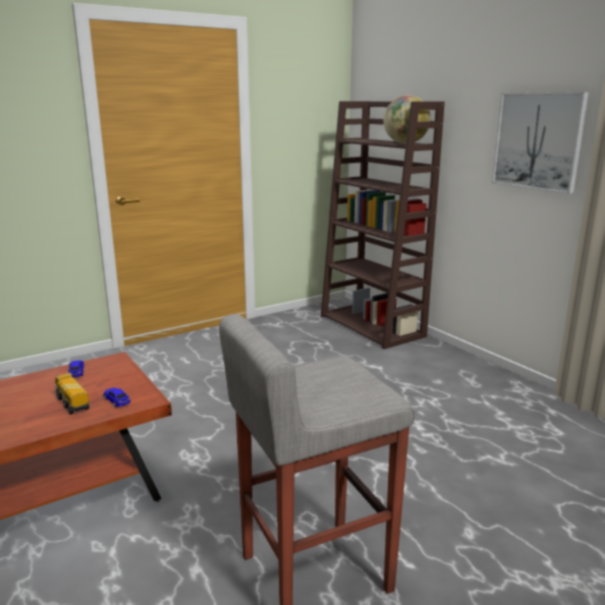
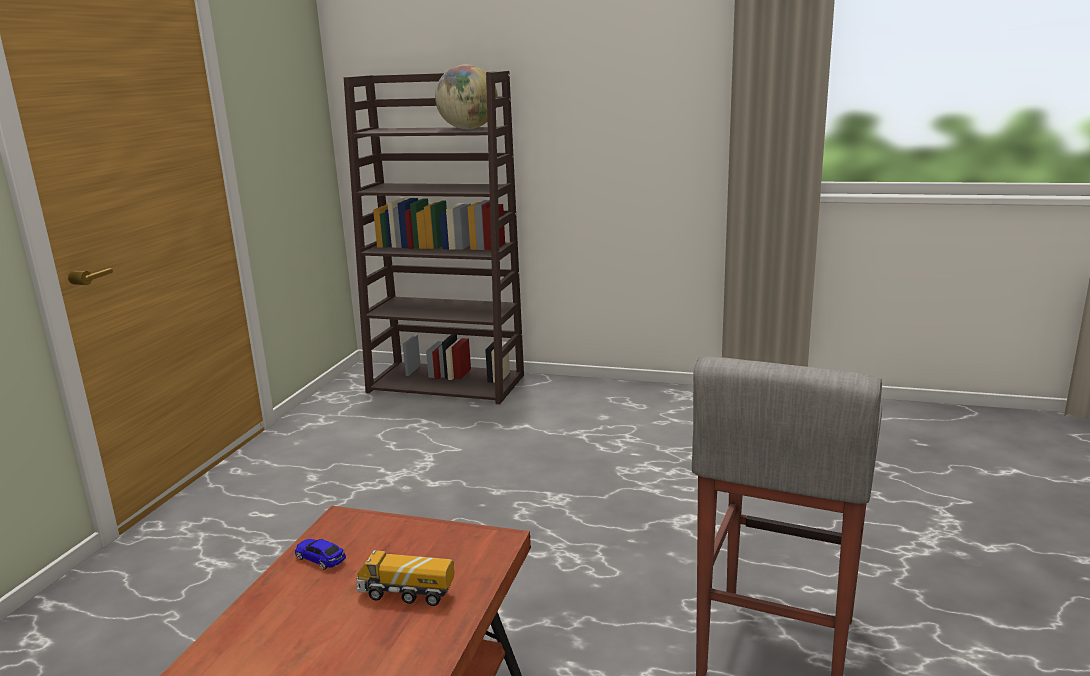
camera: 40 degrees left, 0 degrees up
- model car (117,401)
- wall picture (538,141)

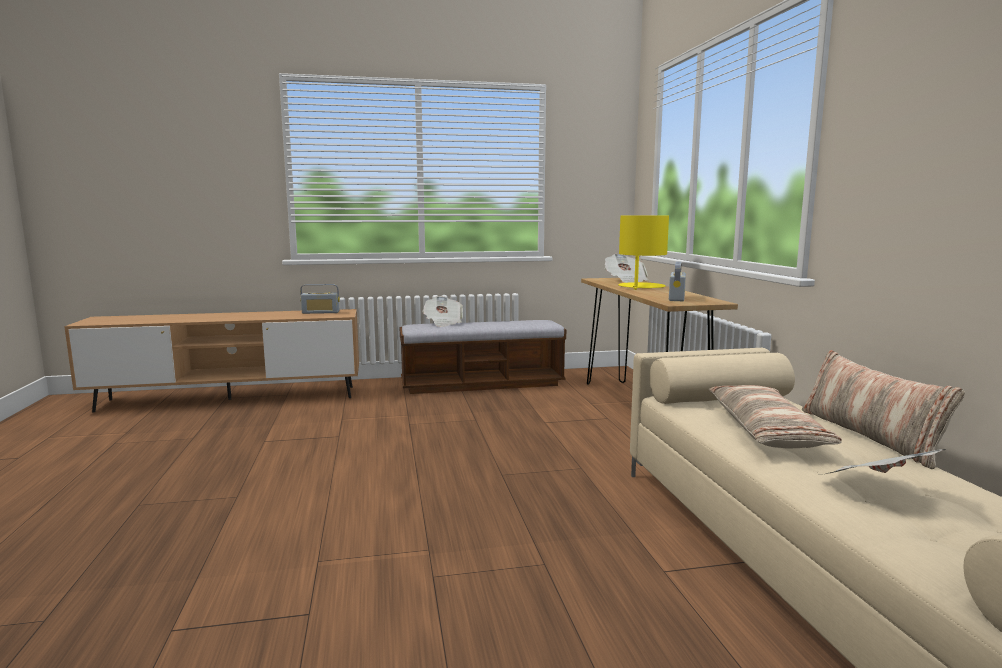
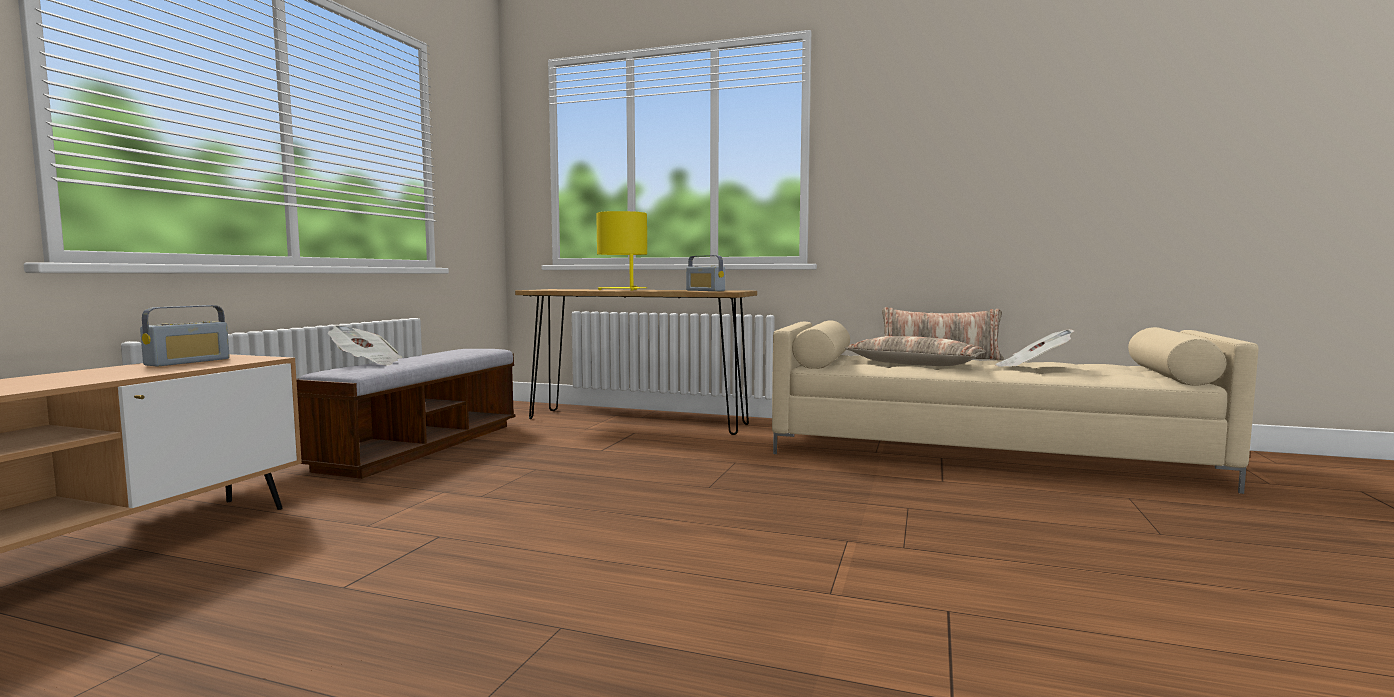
camera: 60 degrees left, 5 degrees down
- newspaper (625,281)

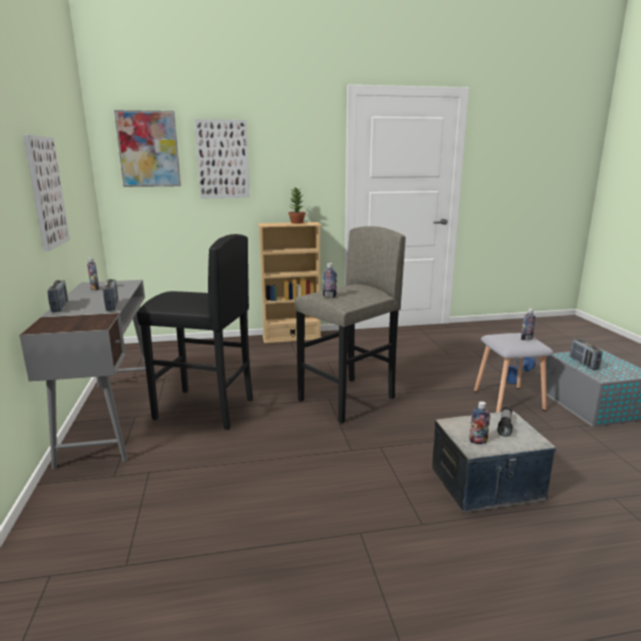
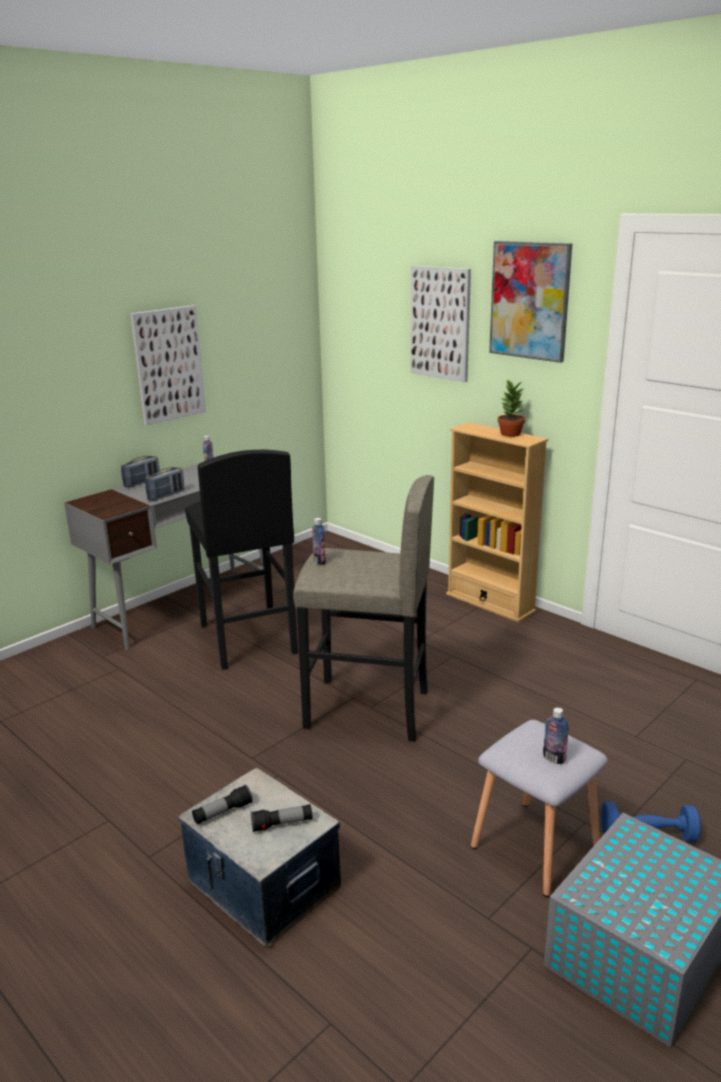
camera: 55 degrees right, 5 degrees up
~ bottle (478,441) to torch (223,812)
~ wall picture (148,149) to (529,301)
- radio receiver (583,363)

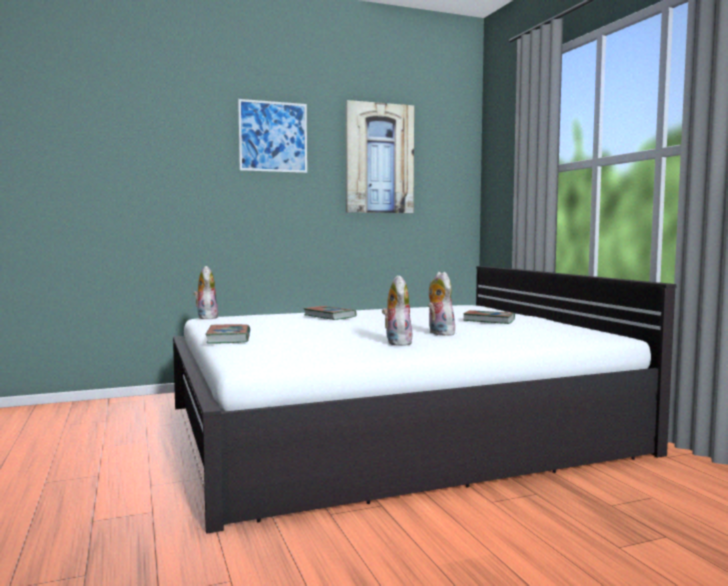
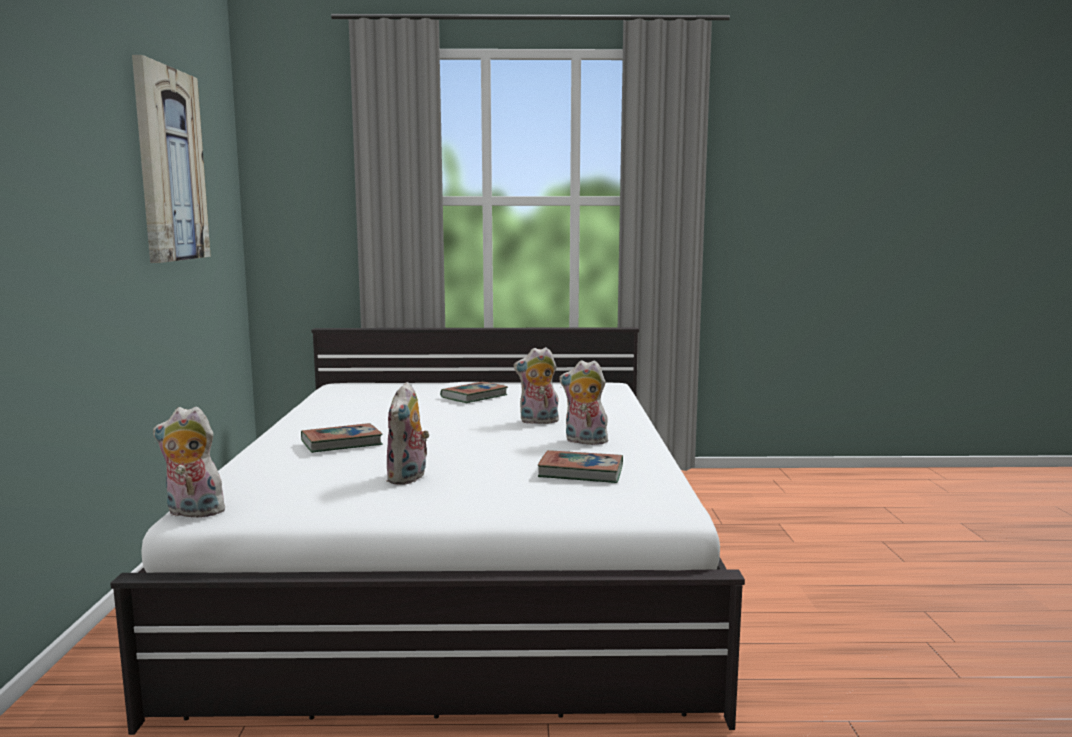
camera: 70 degrees left, 5 degrees up
+ plush toy (408,478)
~ book (229,338) to (581,472)
- wall picture (273,137)

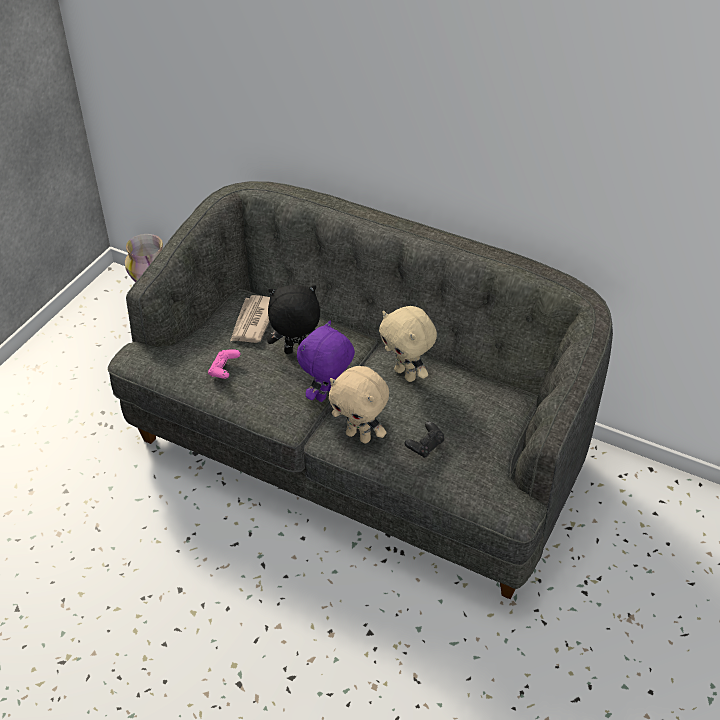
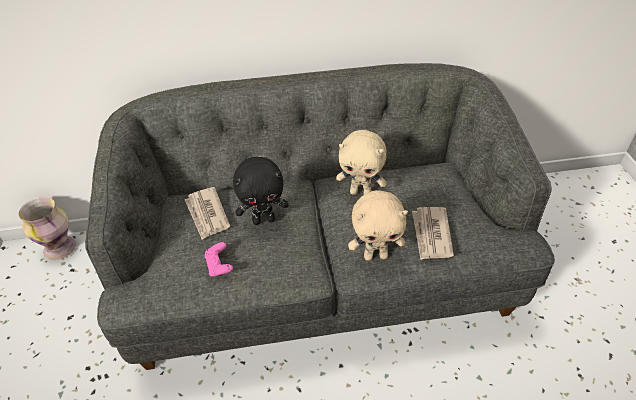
camera: 35 degrees left, 0 degrees up
~ plush toy/black (296,352) = (264,220) 150 degrees counterclockwise
~ game controller/black (425,446) to newspaper (431,234)
- plush toy/purplish (327,395)

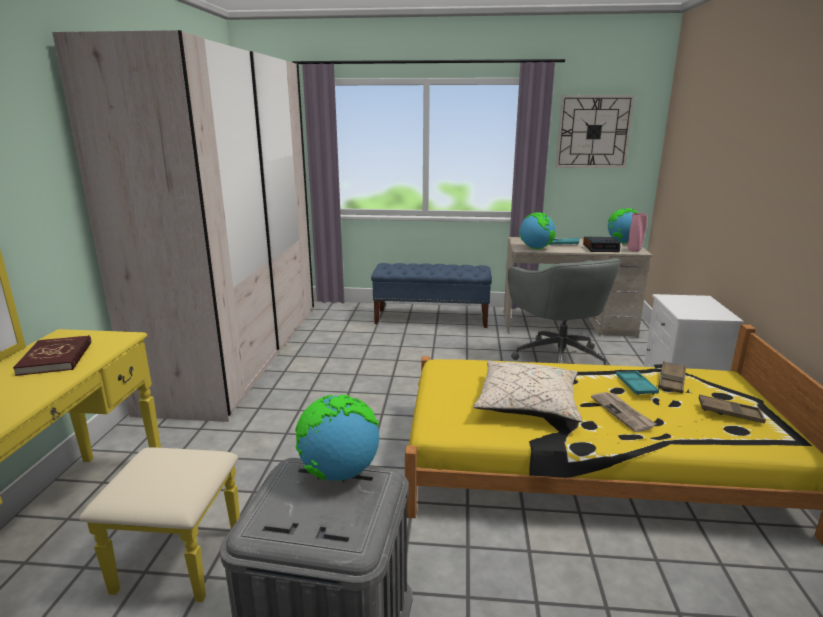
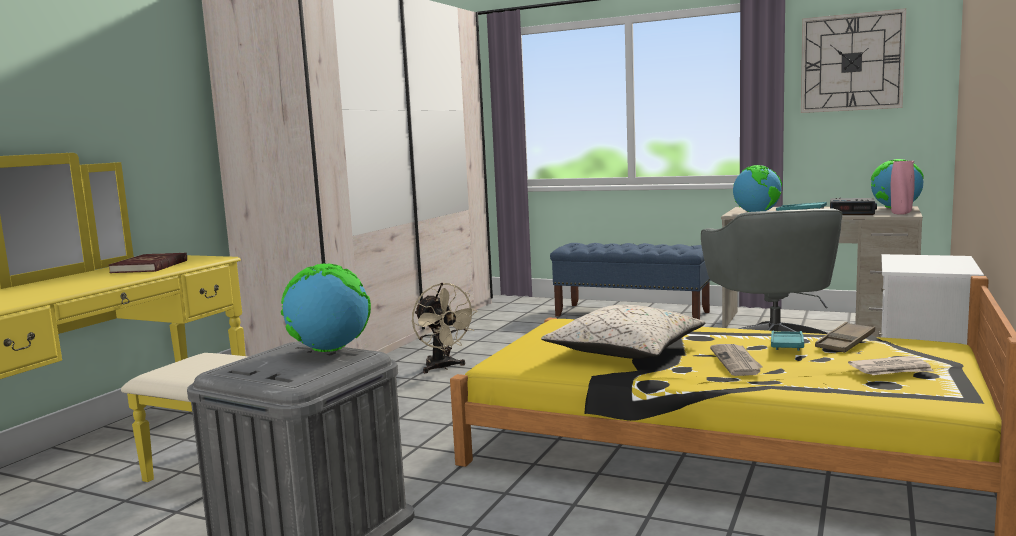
camera: 20 degrees right, 10 degrees down
+ fan/beige-coloured (443,367)
~ serving tray/brown-coloured (729,413) to newspaper (891,370)

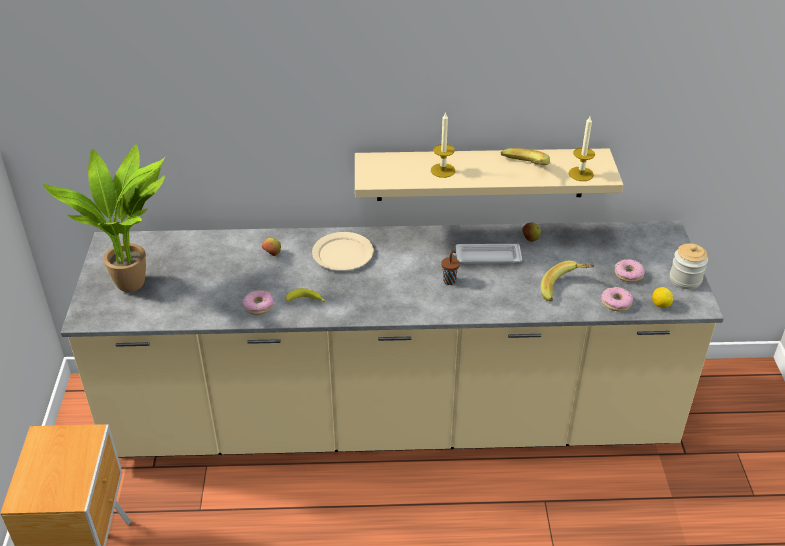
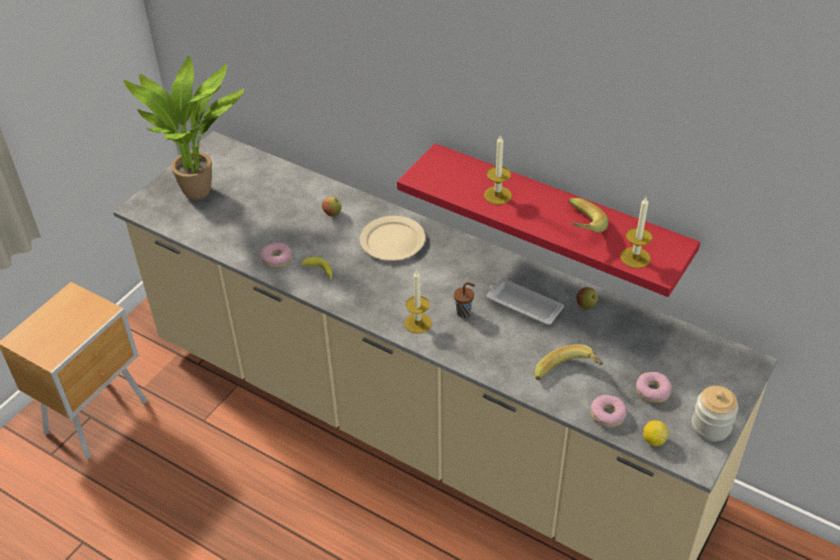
camera: 35 degrees right, 5 degrees up
~ bracket shelf/beige-coloured (480,174) to bracket shelf/red (558,214)
+ wax light (418,323)

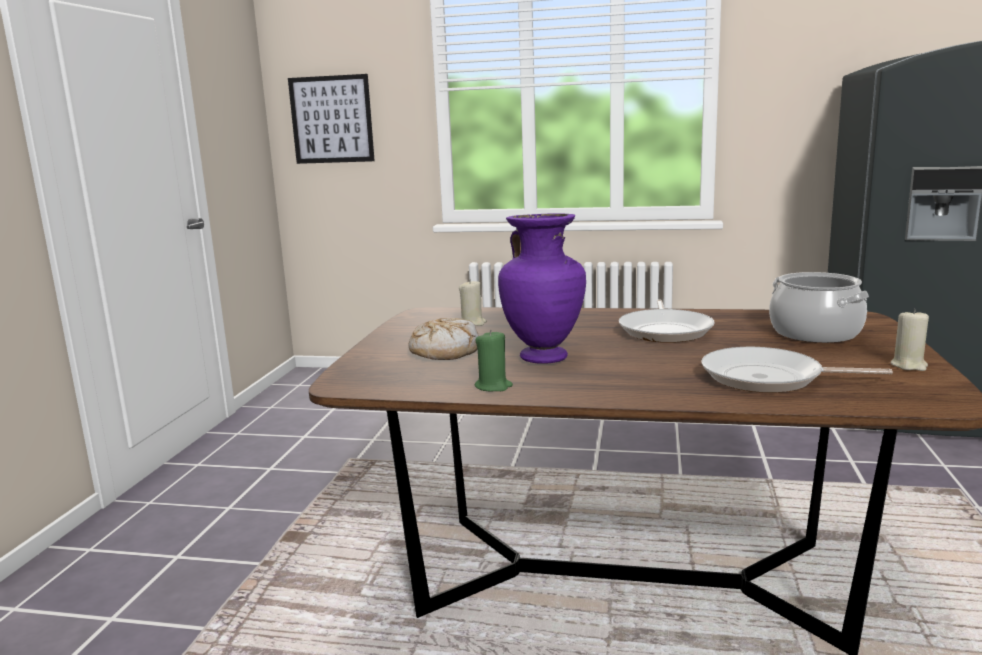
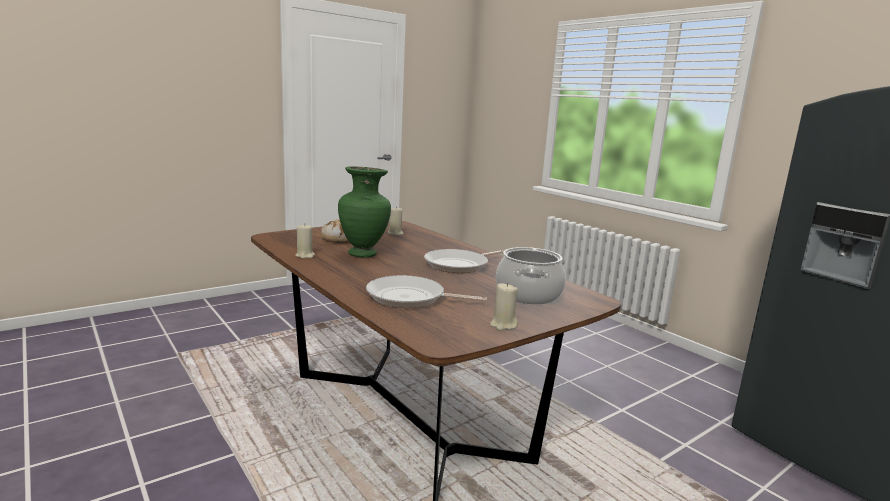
camera: 40 degrees right, 0 degrees up
~ wax light/greenish (493,386) to wax light/beige-coloured (305,255)
~ vase/purplish (544,358) to vase/greenish (364,254)
~ frying pan (769,378) = (410,298) 45 degrees counterclockwise
- wall picture (331,119)

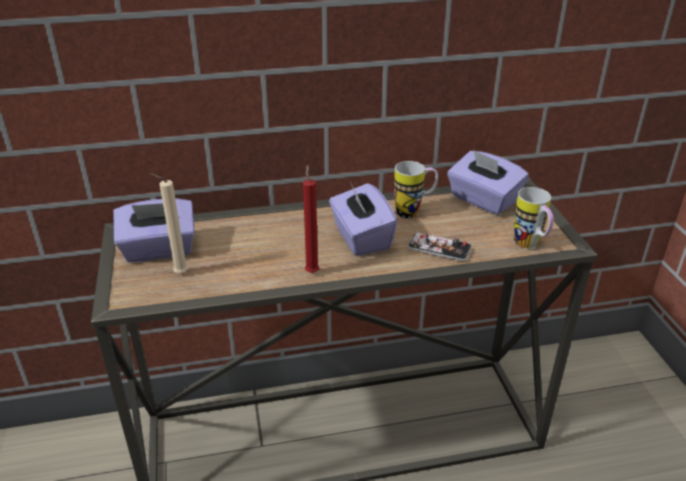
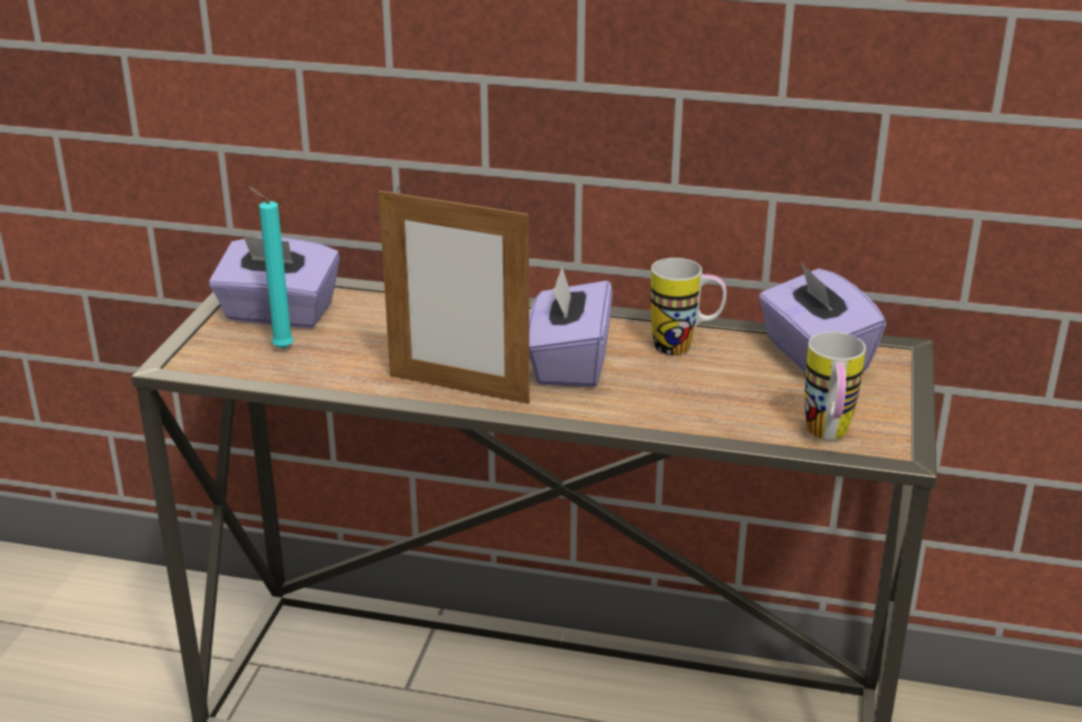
camera: 25 degrees right, 5 degrees down
~ wax light/beige-coloured (178,274) to wax light/turquoise-coloured (280,348)
~ wax light/red (312,271) to picture frame (458,389)
- telephone (439,248)

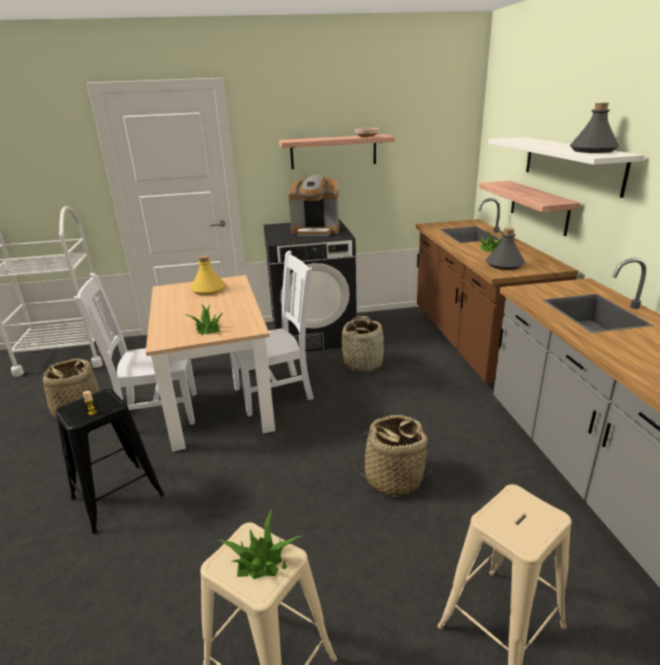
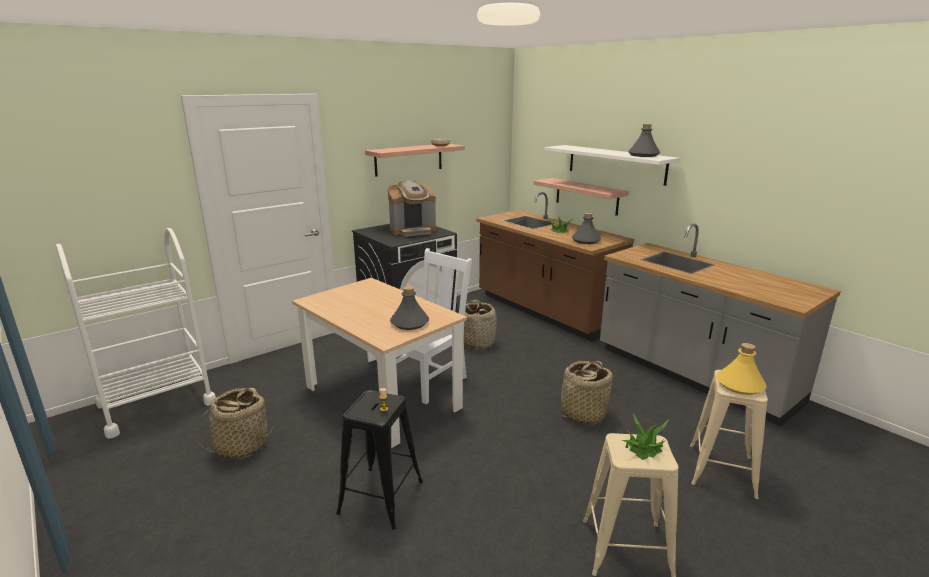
camera: 30 degrees left, 5 degrees down
~ potted plant (208,328) to bottle/grey (409,323)
~ bottle/yellow (208,289) to (739,385)
- plain chair/white (156,412)

